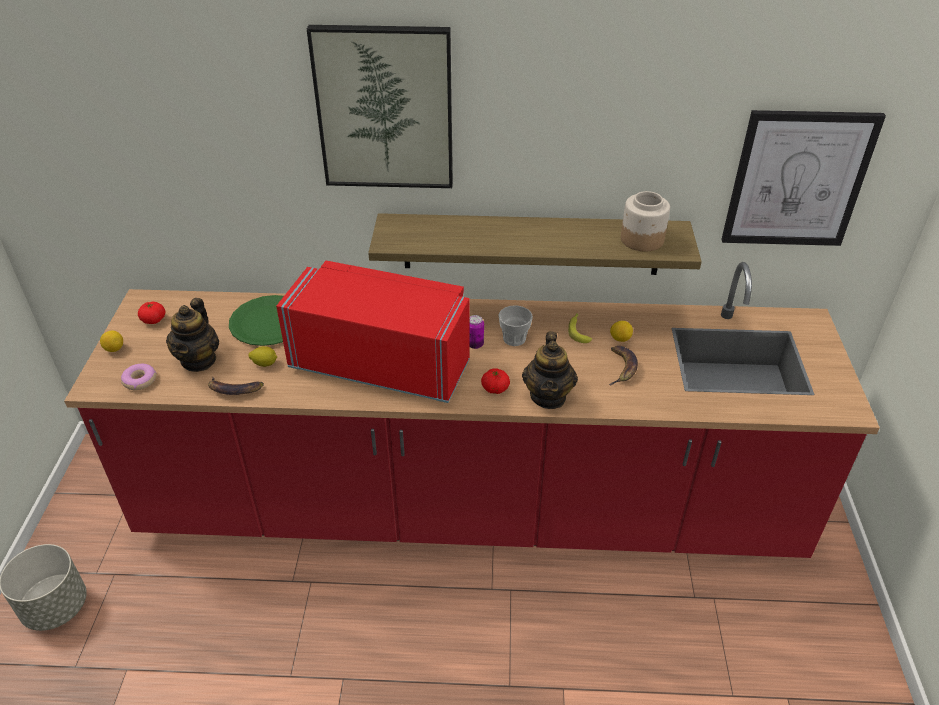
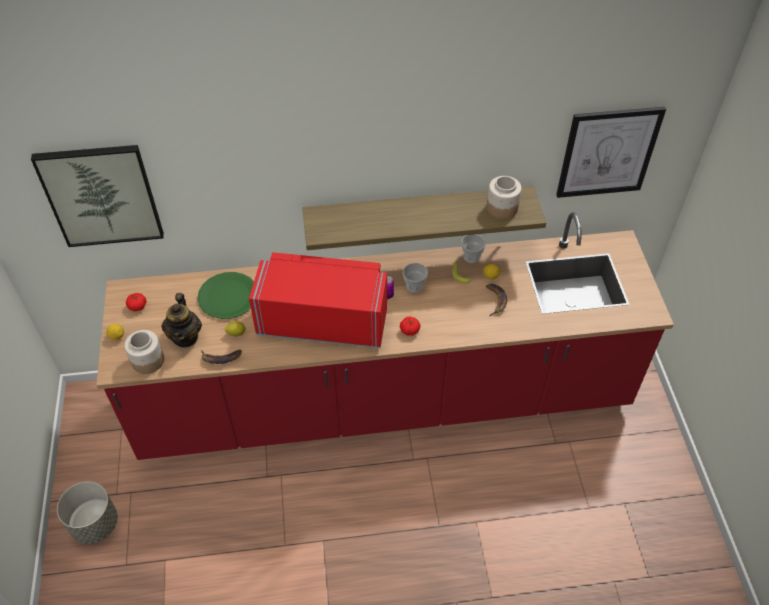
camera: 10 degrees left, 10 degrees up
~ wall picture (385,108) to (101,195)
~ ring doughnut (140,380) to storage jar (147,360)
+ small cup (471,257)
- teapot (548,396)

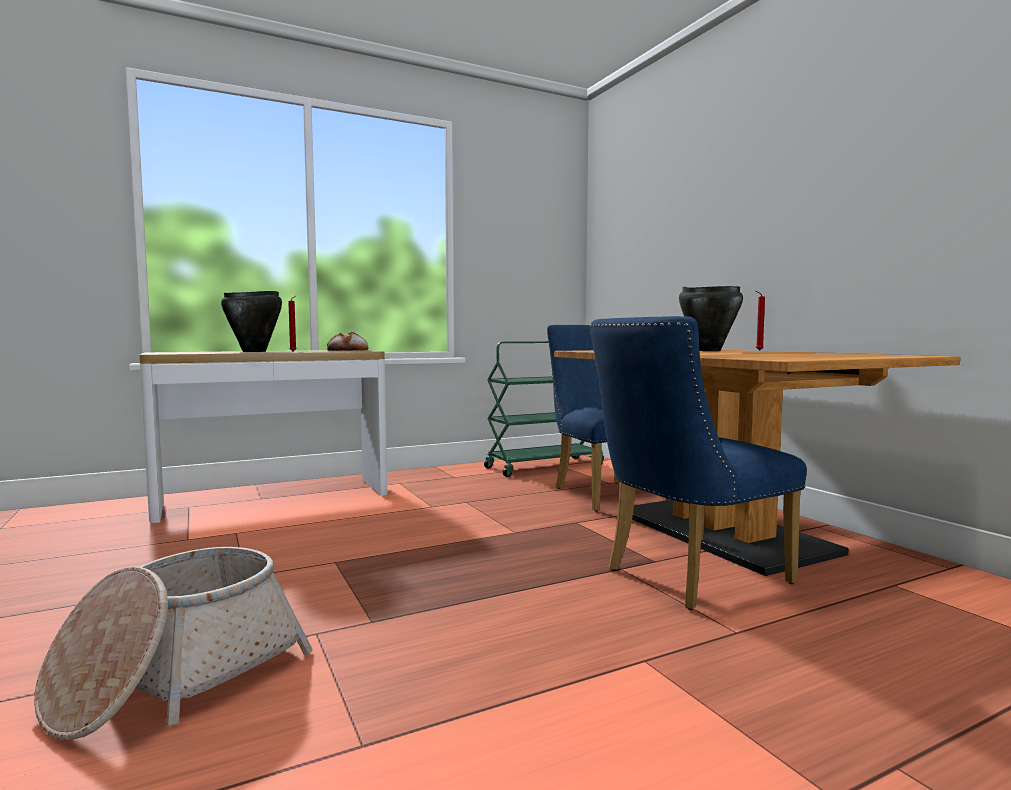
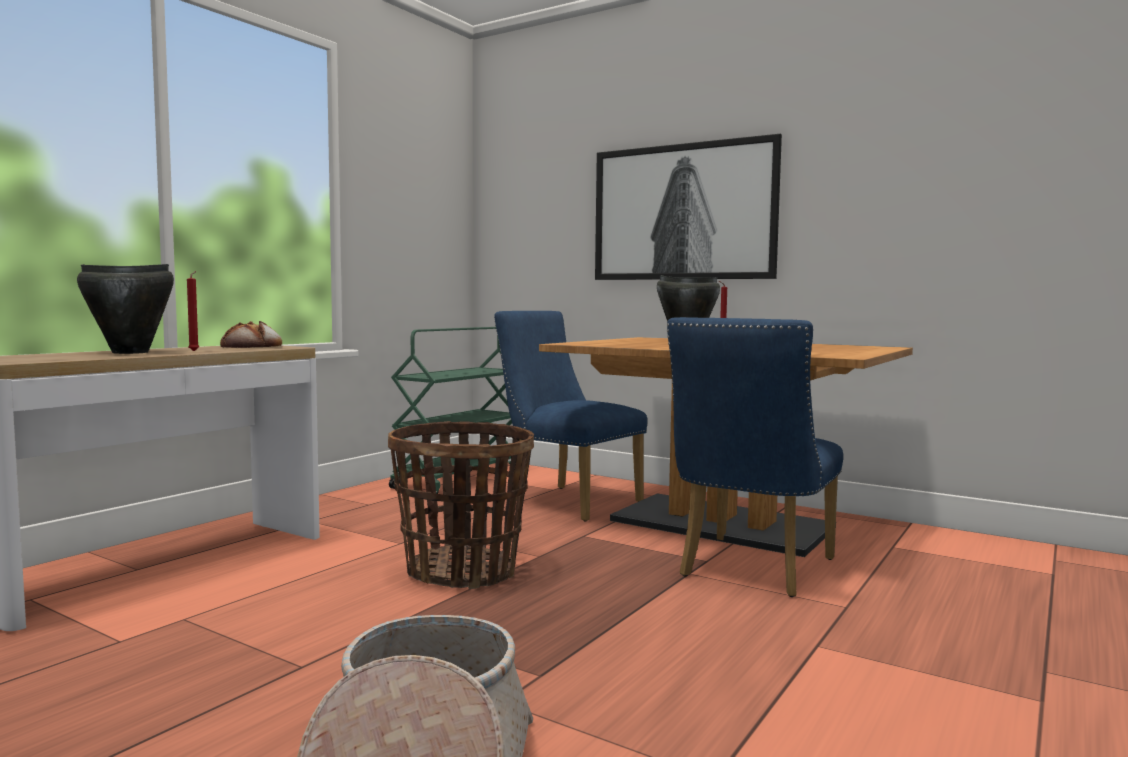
camera: 30 degrees left, 0 degrees up
+ household basket (462,571)
+ wall picture (683,212)

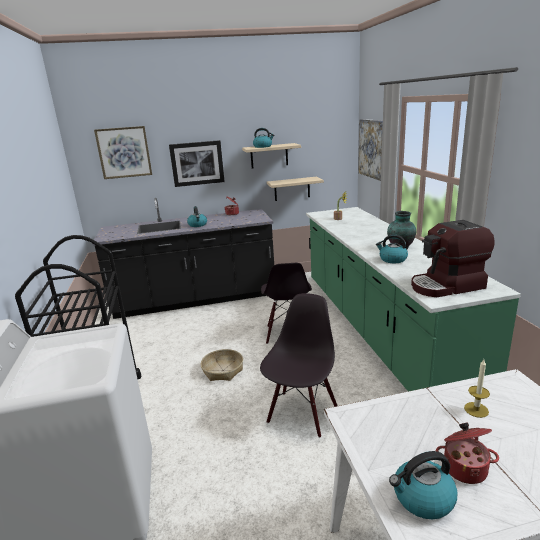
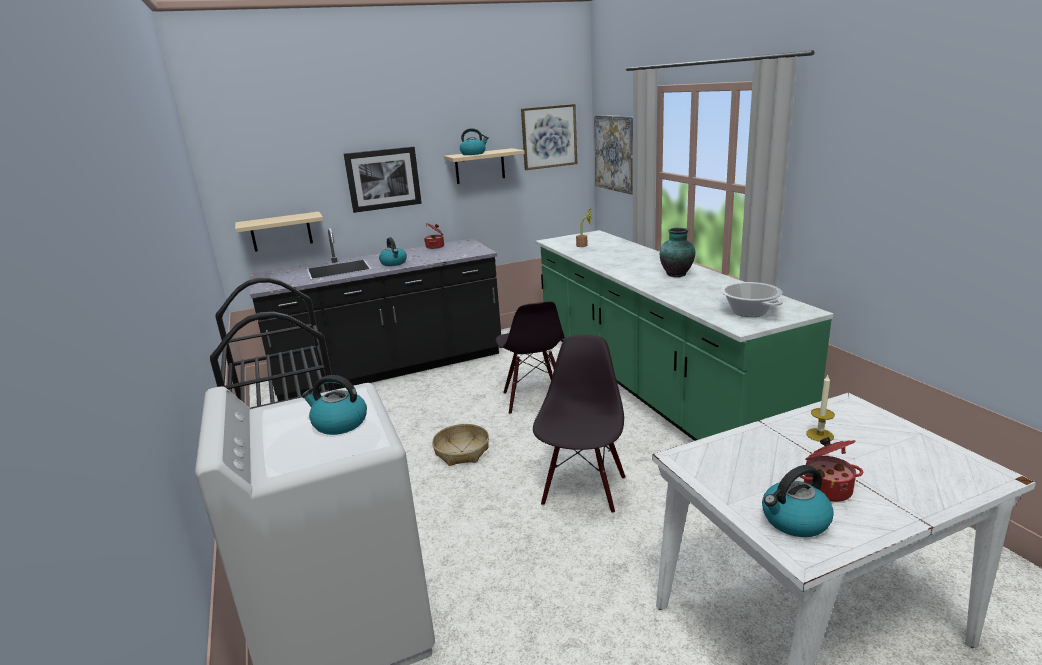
camera: 10 degrees left, 0 degrees up
~ bracket shelf/beige-coloured (292,189) to (281,232)
~ kettle (392,259) to (339,423)
~ wall picture (124,152) to (549,137)
~ coffee maker (447,286) to cooking pot (749,312)

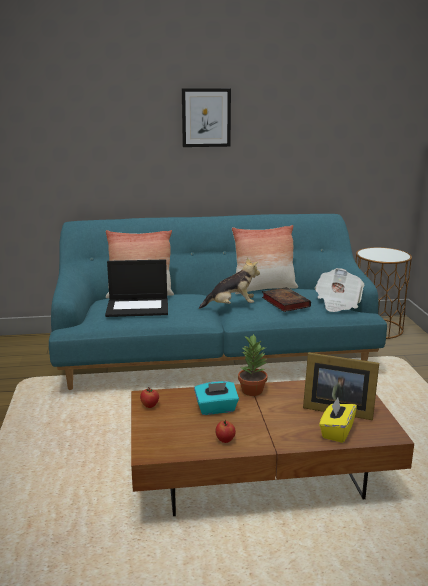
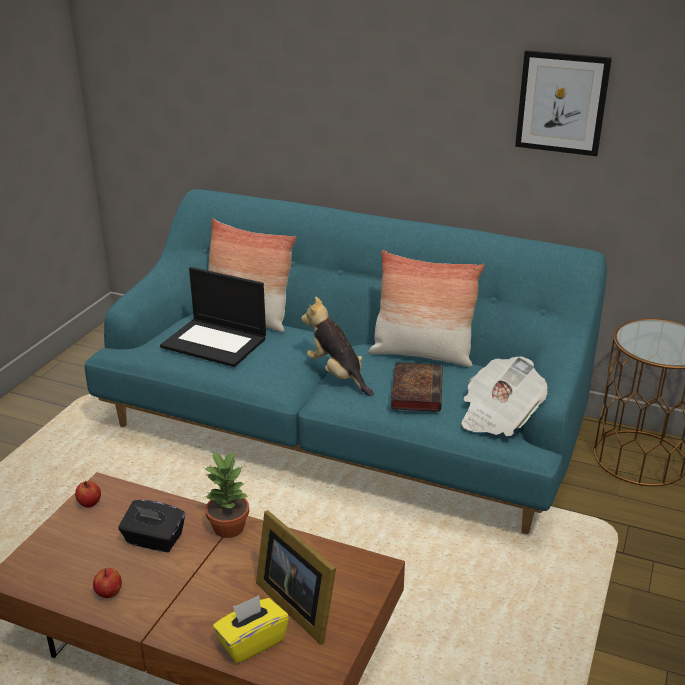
camera: 30 degrees right, 10 degrees up
~ tissue box/turquoise-coloured (216,409) to tissue box/black (154,540)
~ plush toy (231,306) = (337,375) 150 degrees counterclockwise
~ wall picture (206,117) to (562,103)

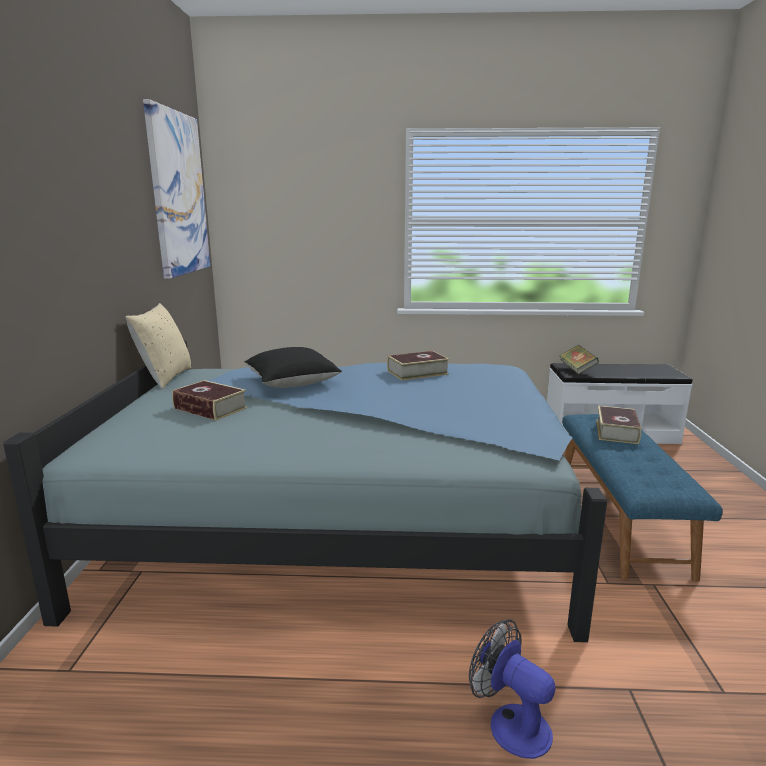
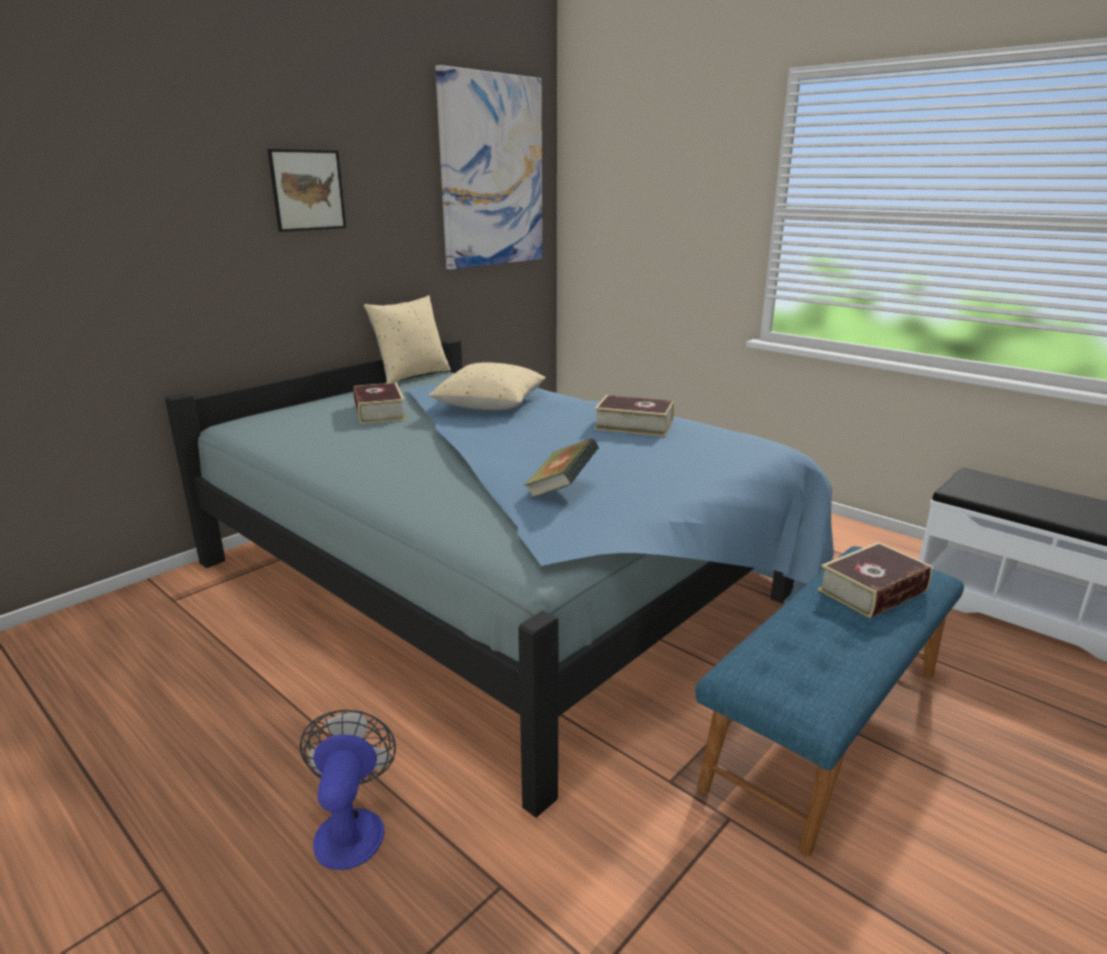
camera: 40 degrees right, 5 degrees up
+ wall picture (307,190)
~ cushion/black (292,383) to cushion/beige-coloured (490,406)
~ book (577,369) to (561,489)

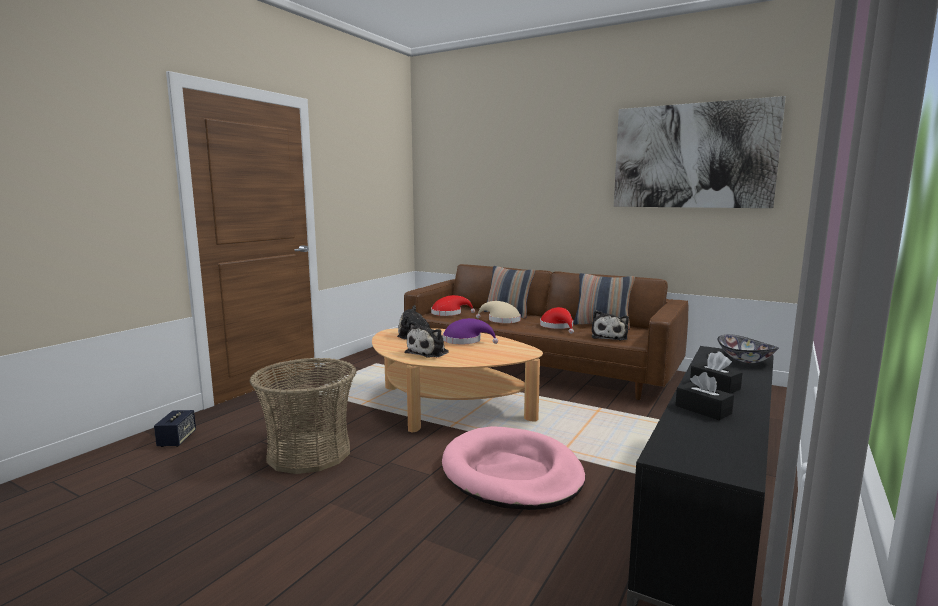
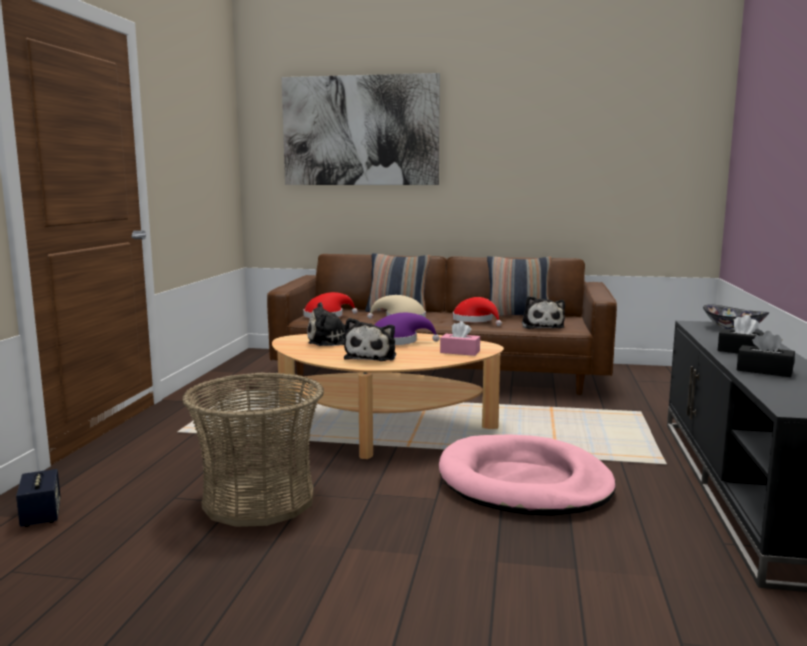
camera: 20 degrees left, 0 degrees up
~ wall picture (692,156) to (360,131)
+ tissue box/pink-coloured (460,352)

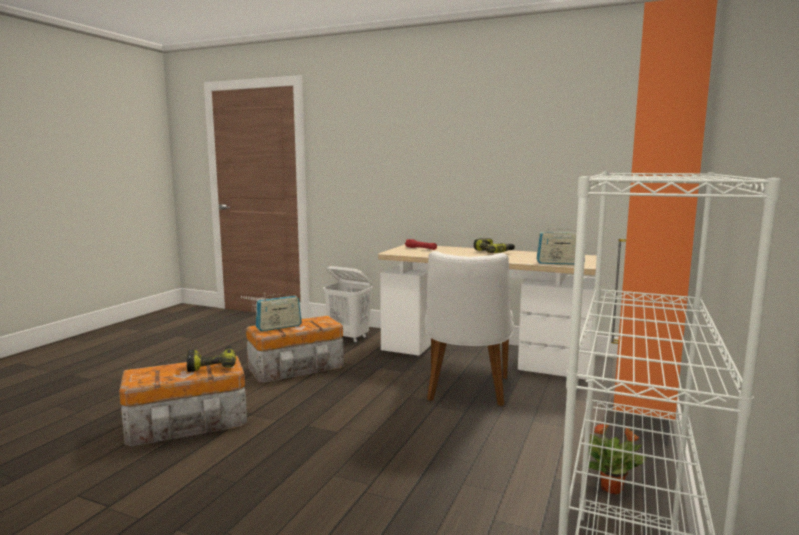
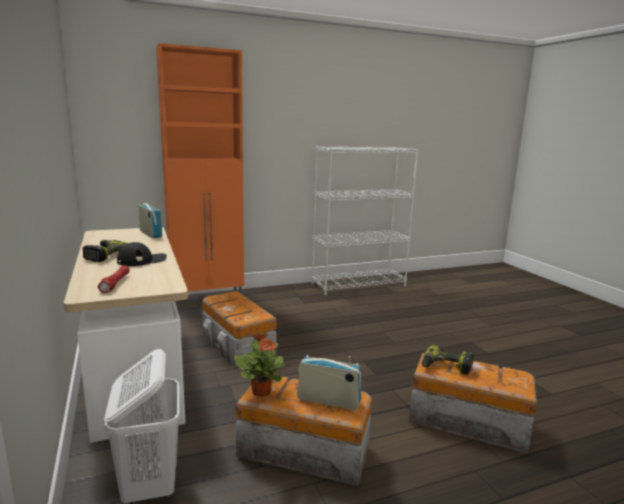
camera: 135 degrees left, 5 degrees up
+ cap/black (142,260)
~ plain chair/white (466,392) to storage container (237,346)
~ potted plant (612,489) to (261,391)

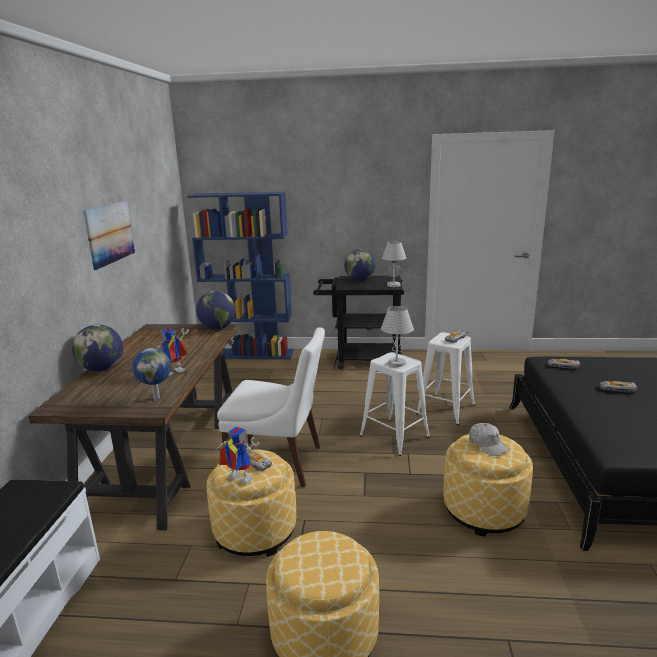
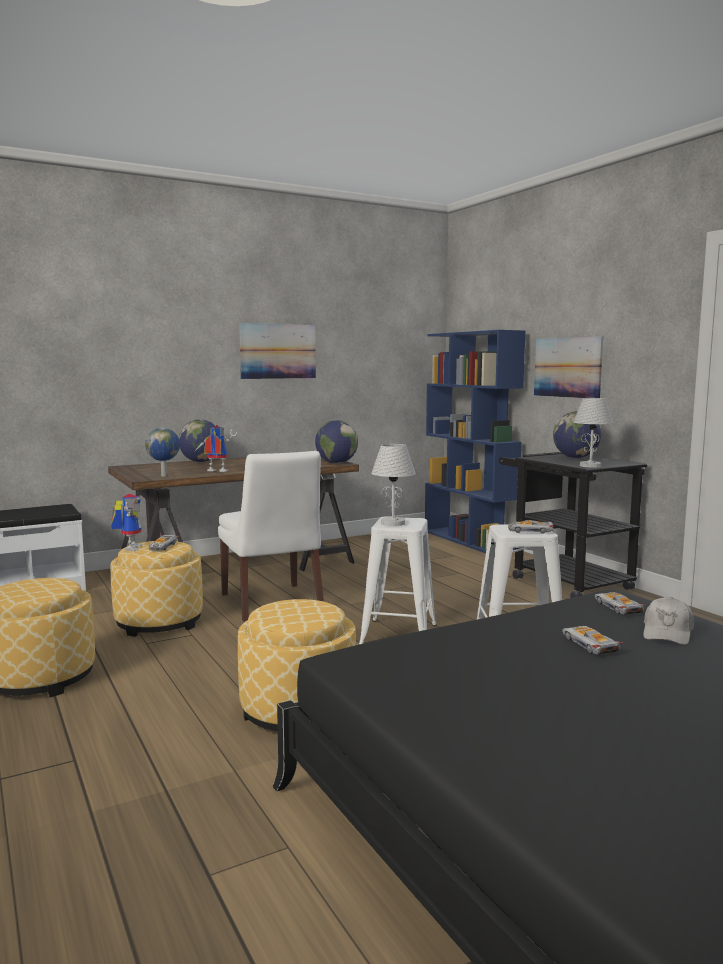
camera: 55 degrees right, 10 degrees down
+ wall picture (567,367)
~ cap/white (488,444) to (667,632)

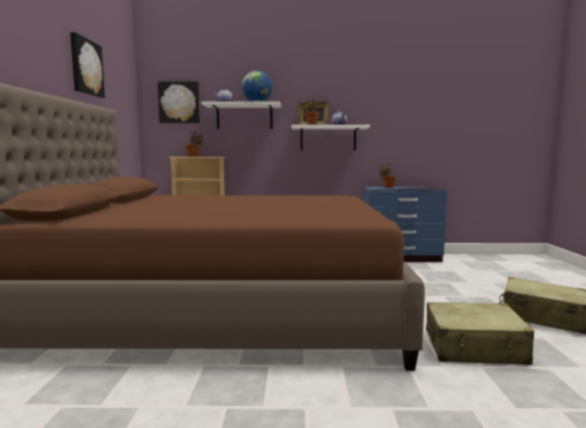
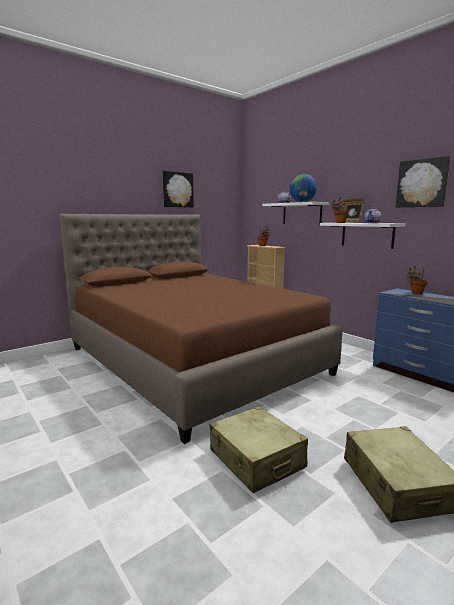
camera: 50 degrees right, 5 degrees up
~ wall picture (179,102) to (422,183)

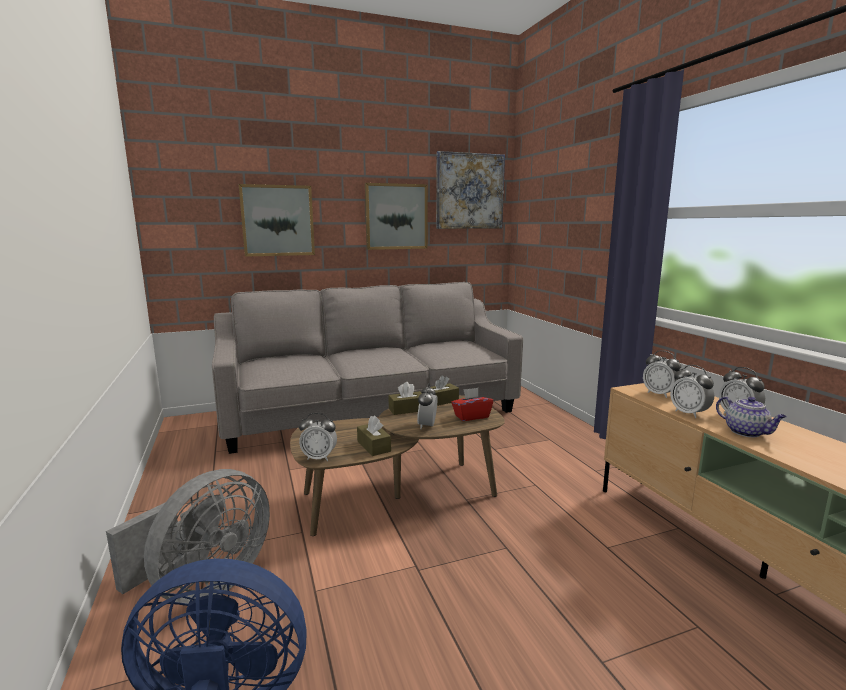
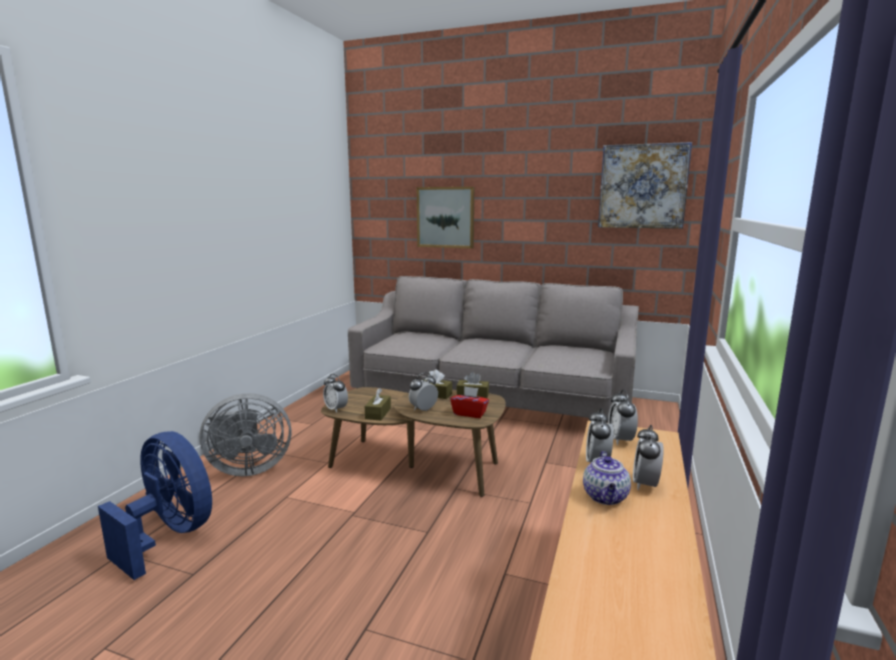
camera: 40 degrees right, 0 degrees up
- wall picture (396,216)

